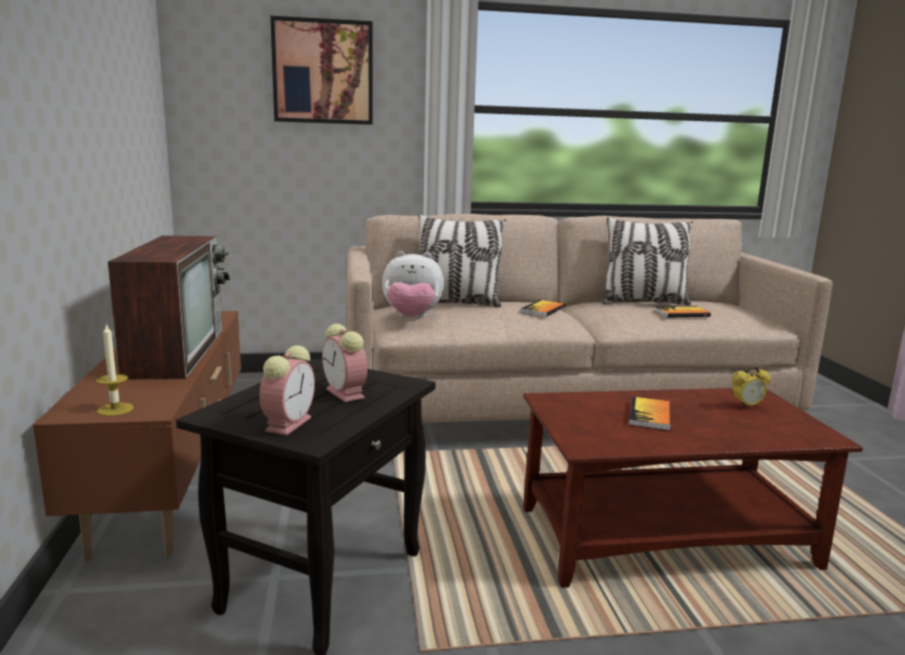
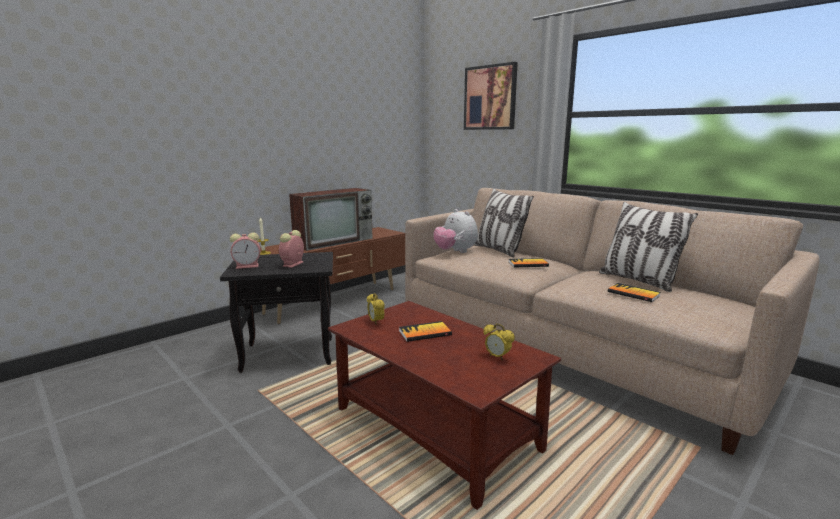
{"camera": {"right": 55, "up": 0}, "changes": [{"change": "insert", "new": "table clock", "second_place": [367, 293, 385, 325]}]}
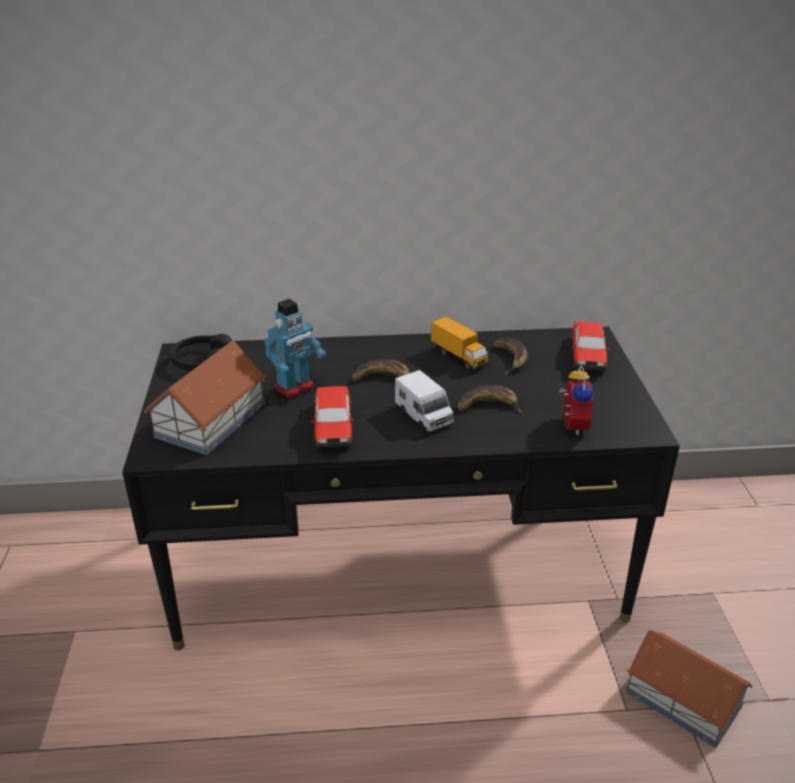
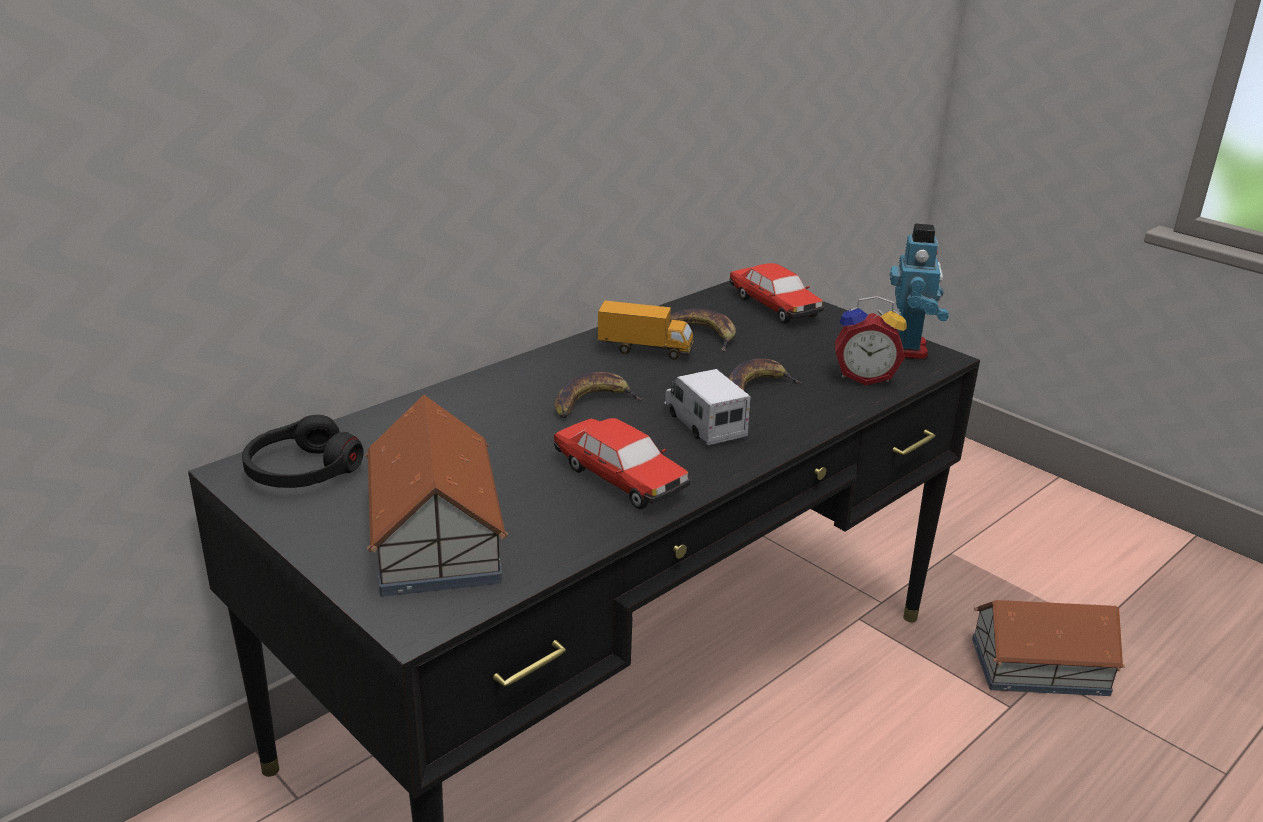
{"camera": {"right": -40, "up": -5}, "changes": [{"change": "move", "old": "toy robot", "first_place": [264, 299, 326, 398], "second_place": [890, 224, 949, 360]}, {"change": "rotate", "old": "toy lorry", "first_place": [395, 370, 454, 432], "second_place": [664, 369, 751, 445], "degrees": -135}, {"change": "rotate", "old": "table clock", "first_place": [558, 365, 594, 436], "second_place": [835, 296, 907, 386], "degrees": 135}]}
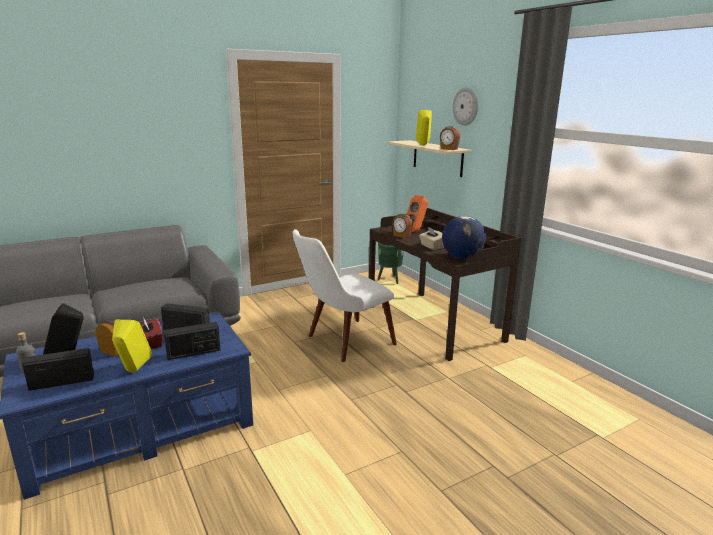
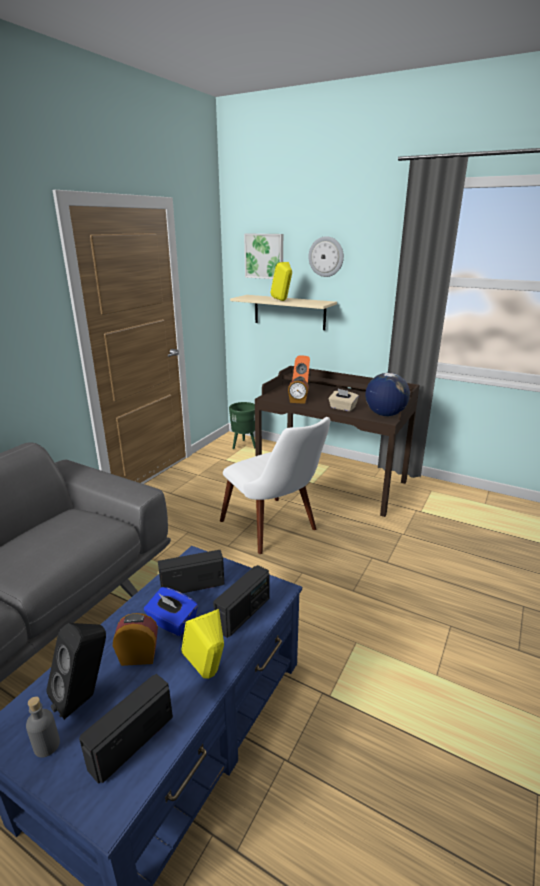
{"camera": {"right": -30, "up": 5}, "changes": [{"change": "recolor", "old": "red tissue holder", "new": "bluish tissue holder", "first_place": [141, 317, 163, 349], "second_place": [144, 587, 198, 636]}, {"change": "rotate", "old": "white upright chair", "first_place": [293, 229, 397, 362], "second_place": [220, 417, 330, 554], "degrees": -60}, {"change": "delete", "old": "table clock", "first_place": [440, 126, 460, 150]}, {"change": "insert", "new": "wall art", "second_place": [244, 234, 283, 279]}]}
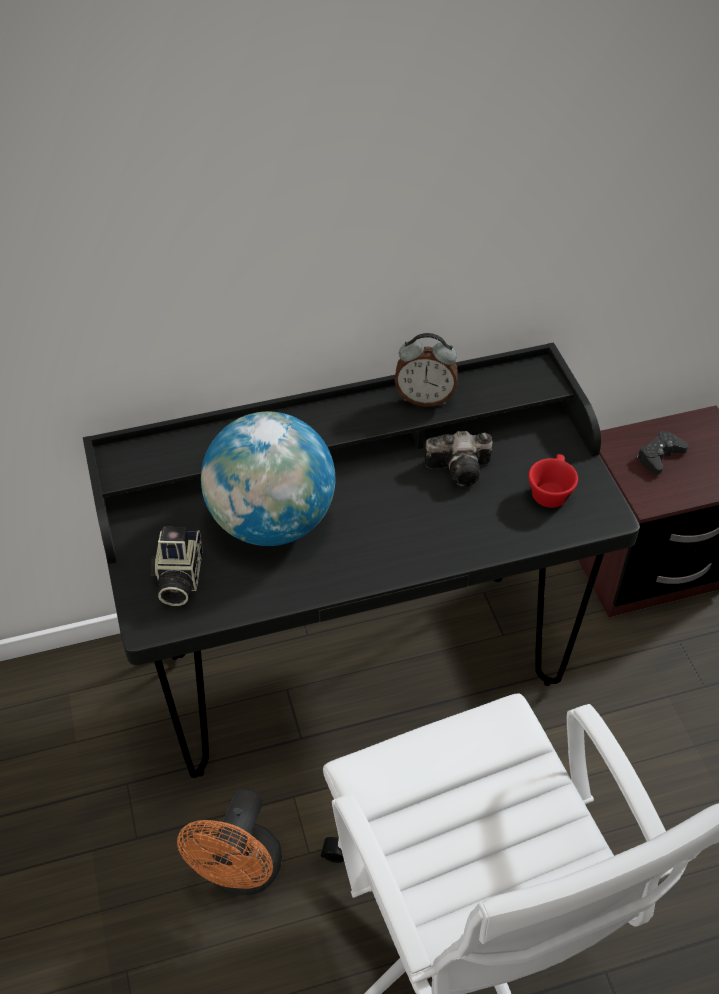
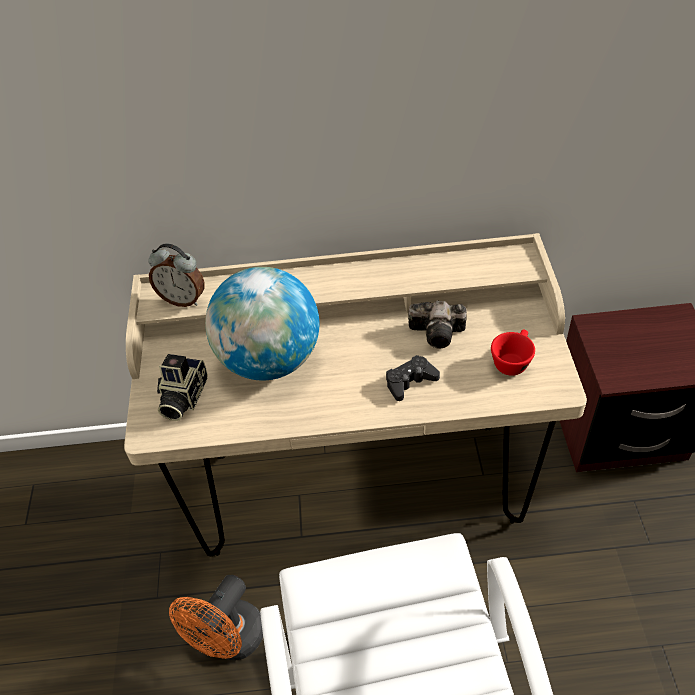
{"camera": {"right": 15, "up": 0}, "changes": [{"change": "recolor", "old": "black desk unit", "new": "sand-coloured desk unit", "first_place": [83, 342, 640, 778], "second_place": [124, 233, 587, 556]}, {"change": "move", "old": "table clock", "first_place": [394, 333, 458, 407], "second_place": [148, 243, 205, 307]}, {"change": "move", "old": "black game controller", "first_place": [637, 431, 689, 475], "second_place": [386, 355, 440, 401]}]}
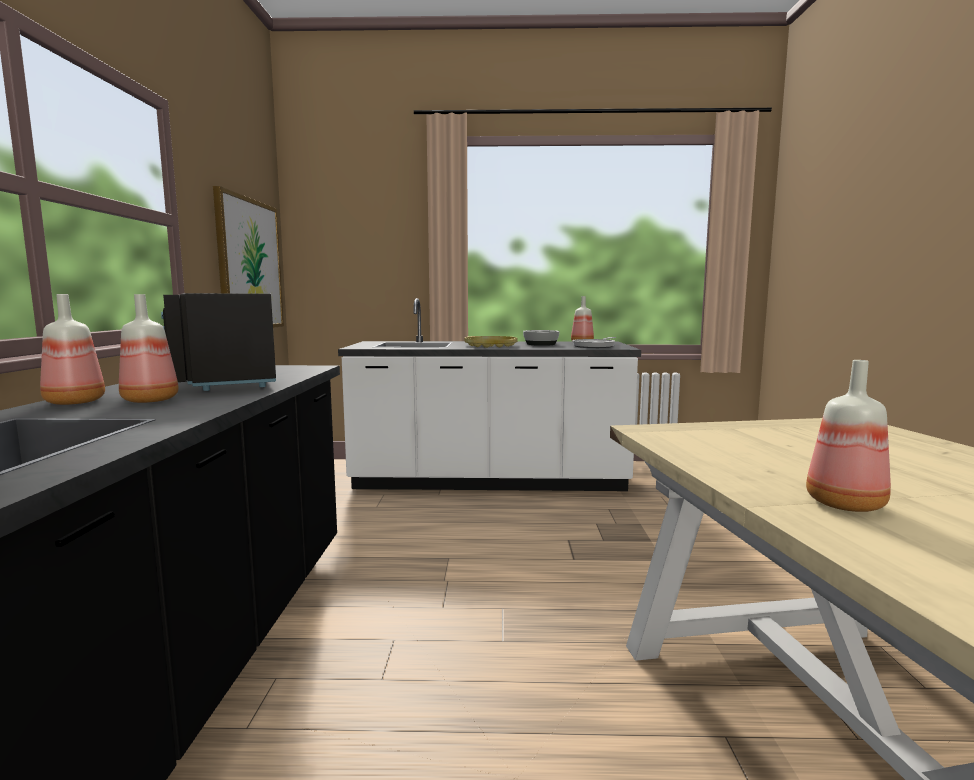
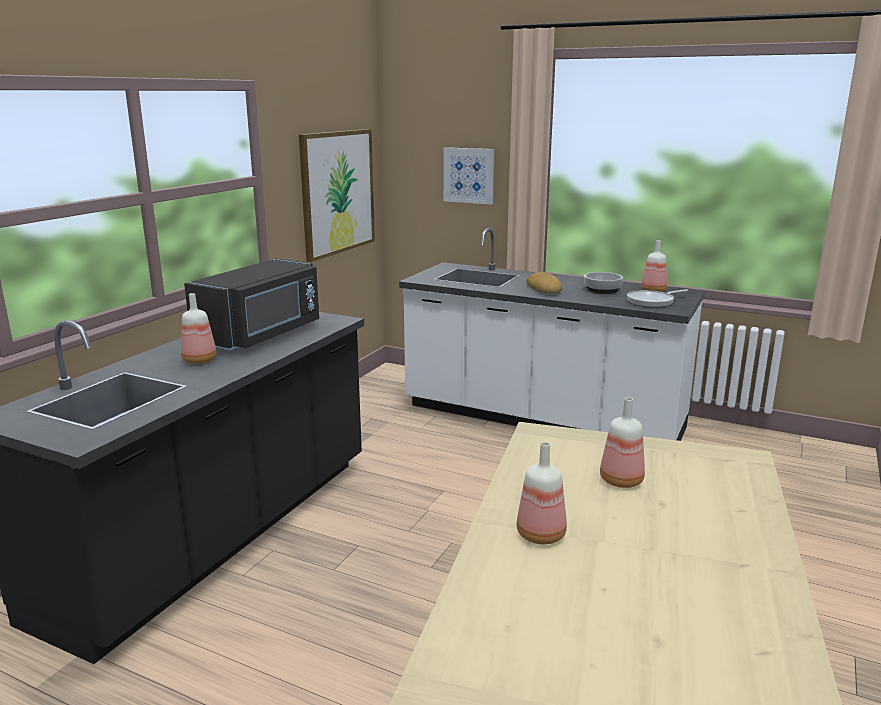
{"camera": {"right": 25, "up": 10}, "changes": [{"change": "move", "old": "drink bottle", "first_place": [40, 294, 105, 405], "second_place": [600, 397, 645, 488]}, {"change": "rotate", "old": "black microwave", "first_place": [161, 293, 276, 391], "second_place": [184, 258, 319, 351], "degrees": -150}, {"change": "replace", "old": "yellow-coloured tray", "new": "baked bread", "first_place": [465, 336, 517, 348], "second_place": [526, 272, 562, 294]}, {"change": "insert", "new": "wall art", "second_place": [443, 147, 494, 205]}]}
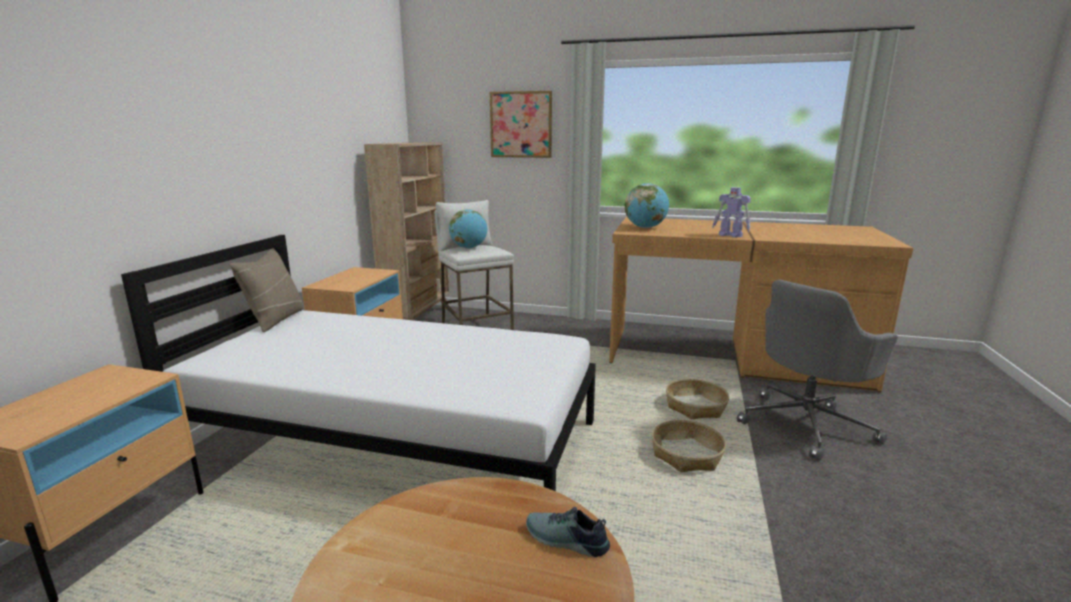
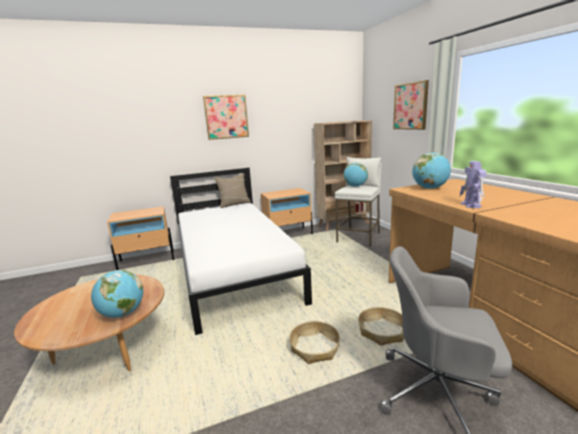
{"camera": {"right": 55, "up": 0}, "changes": [{"change": "replace", "old": "low shoe", "new": "world globe", "first_place": [526, 507, 610, 557], "second_place": [91, 270, 143, 318]}, {"change": "insert", "new": "wall art", "second_place": [203, 95, 249, 140]}]}
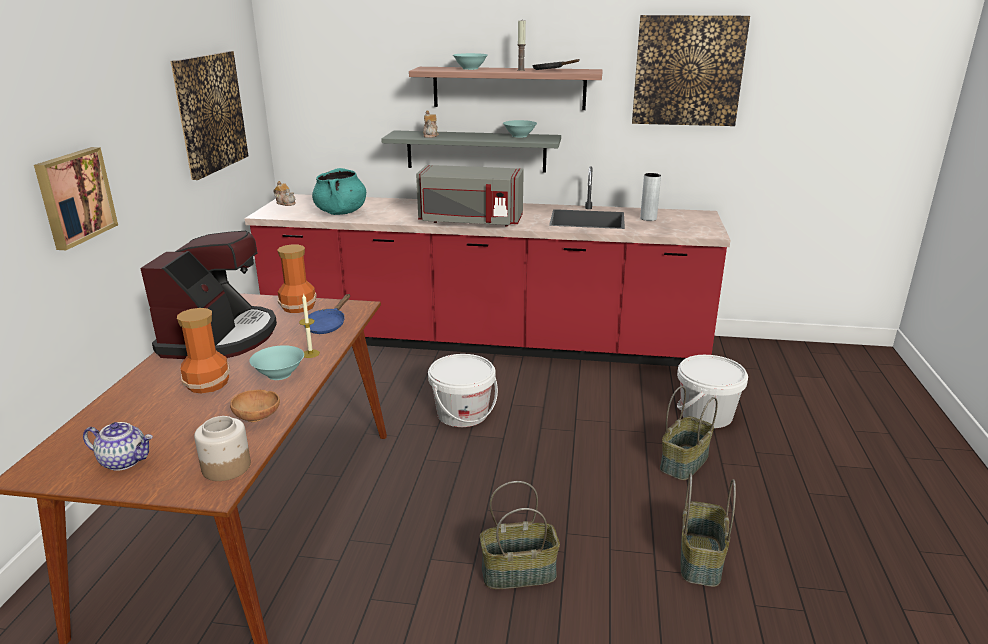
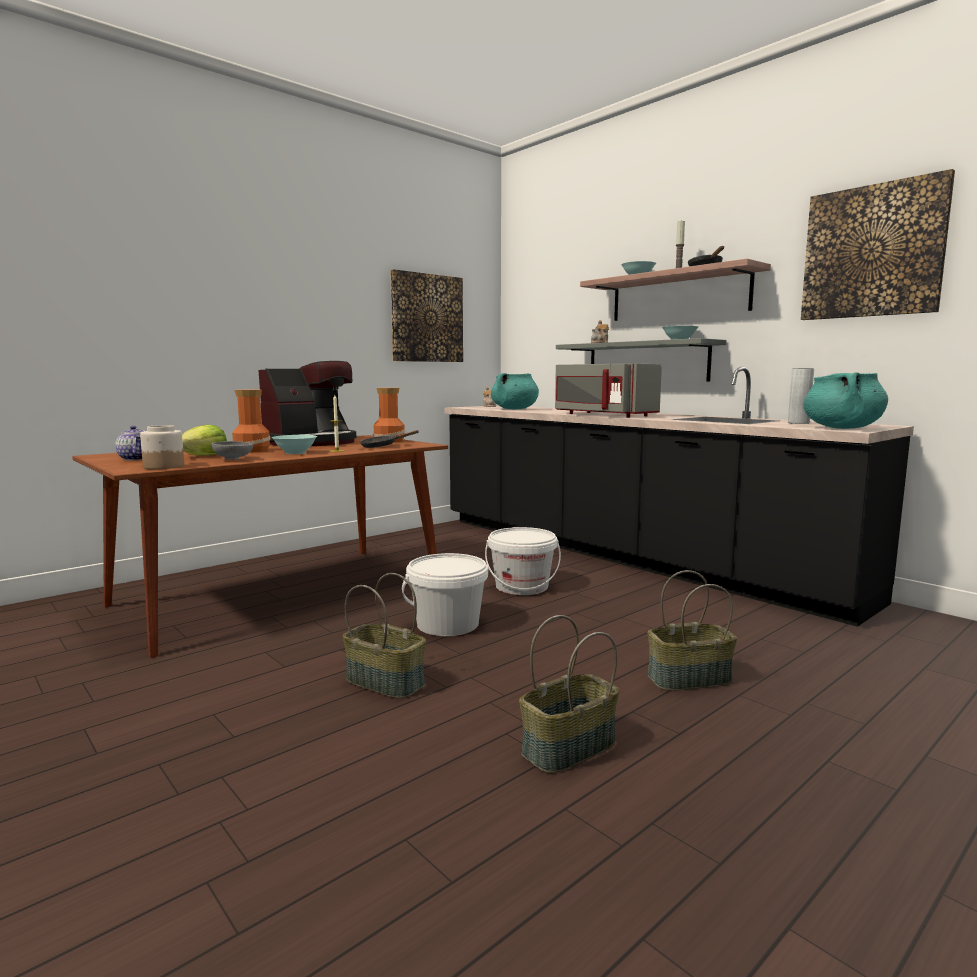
{"camera": {"right": 40, "up": -15}, "changes": [{"change": "delete", "old": "wall art", "first_place": [34, 147, 118, 250]}, {"change": "recolor", "old": "brownish bowl", "new": "grey bowl", "first_place": [230, 390, 280, 422], "second_place": [211, 441, 253, 460]}, {"change": "recolor", "old": "red kitchen counter", "new": "black kitchen counter", "first_place": [245, 166, 731, 366], "second_place": [444, 367, 914, 627]}, {"change": "recolor", "old": "bluish pan", "new": "black pan", "first_place": [303, 294, 350, 334], "second_place": [360, 430, 419, 448]}, {"change": "move", "old": "white water bucket", "first_place": [677, 355, 748, 428], "second_place": [402, 553, 488, 636]}, {"change": "insert", "new": "lettuce head", "second_place": [182, 425, 227, 456]}, {"change": "insert", "new": "blue-green stockpot", "second_place": [803, 372, 888, 429]}]}
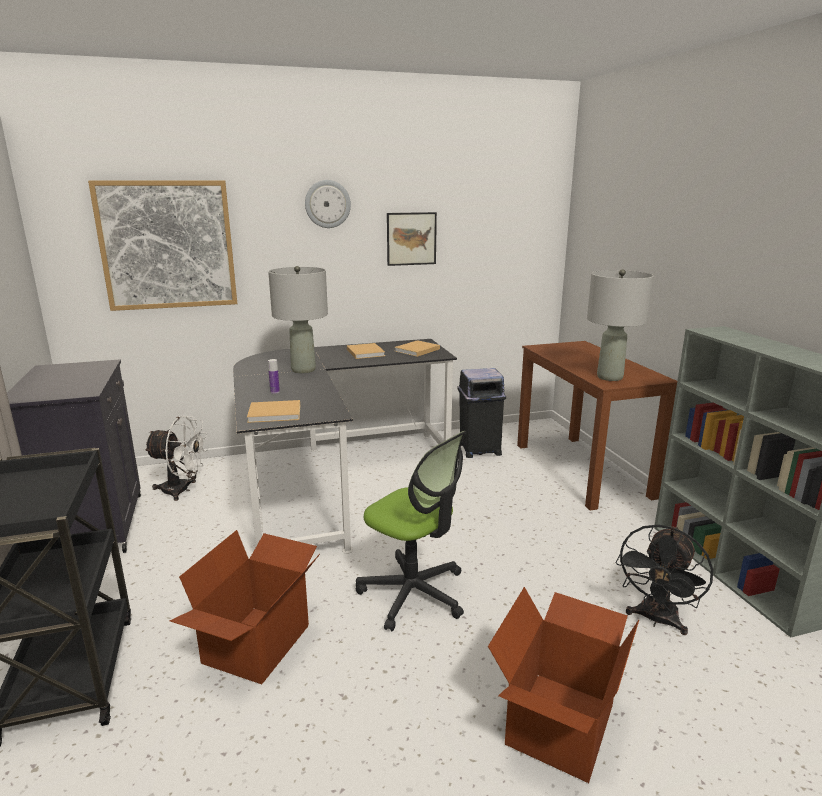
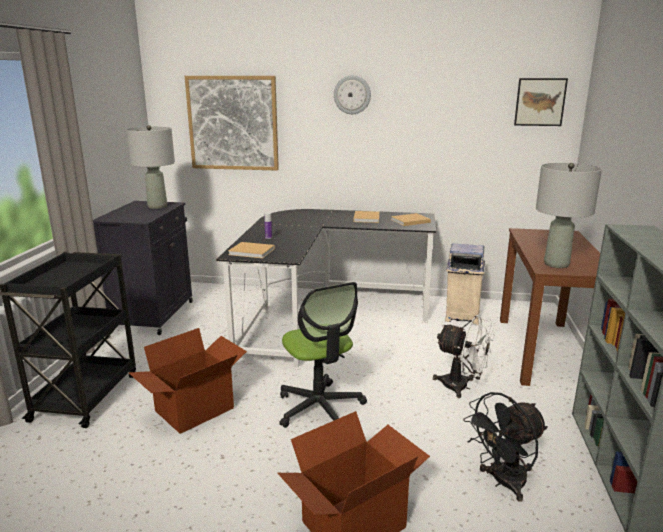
{"camera": {"right": 25, "up": 0}, "changes": [{"change": "move", "old": "white cooling fan", "first_place": [144, 416, 208, 501], "second_place": [433, 315, 495, 398]}, {"change": "move", "old": "grey tabletop lamp", "first_place": [268, 266, 328, 373], "second_place": [126, 125, 175, 209]}, {"change": "move", "old": "wall art", "first_place": [387, 212, 437, 266], "second_place": [514, 78, 568, 126]}, {"change": "recolor", "old": "black trash can", "new": "sand-coloured trash can", "first_place": [457, 368, 506, 458], "second_place": [445, 243, 485, 325]}]}
